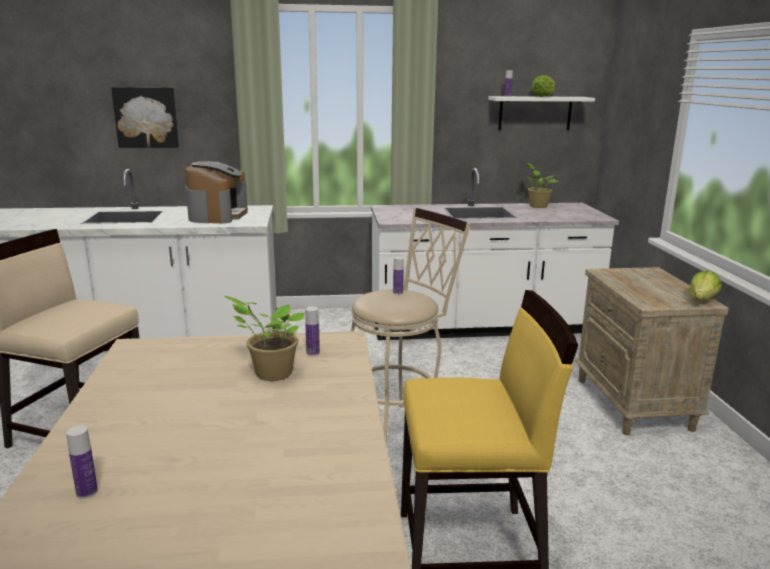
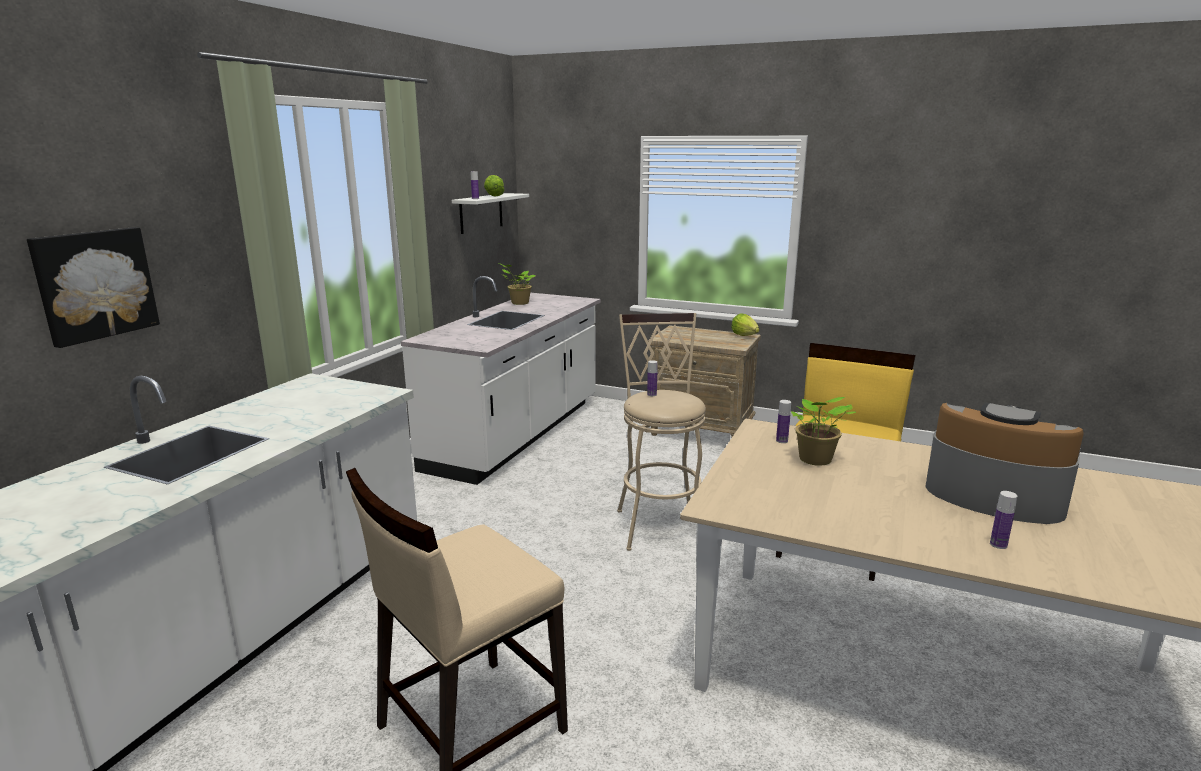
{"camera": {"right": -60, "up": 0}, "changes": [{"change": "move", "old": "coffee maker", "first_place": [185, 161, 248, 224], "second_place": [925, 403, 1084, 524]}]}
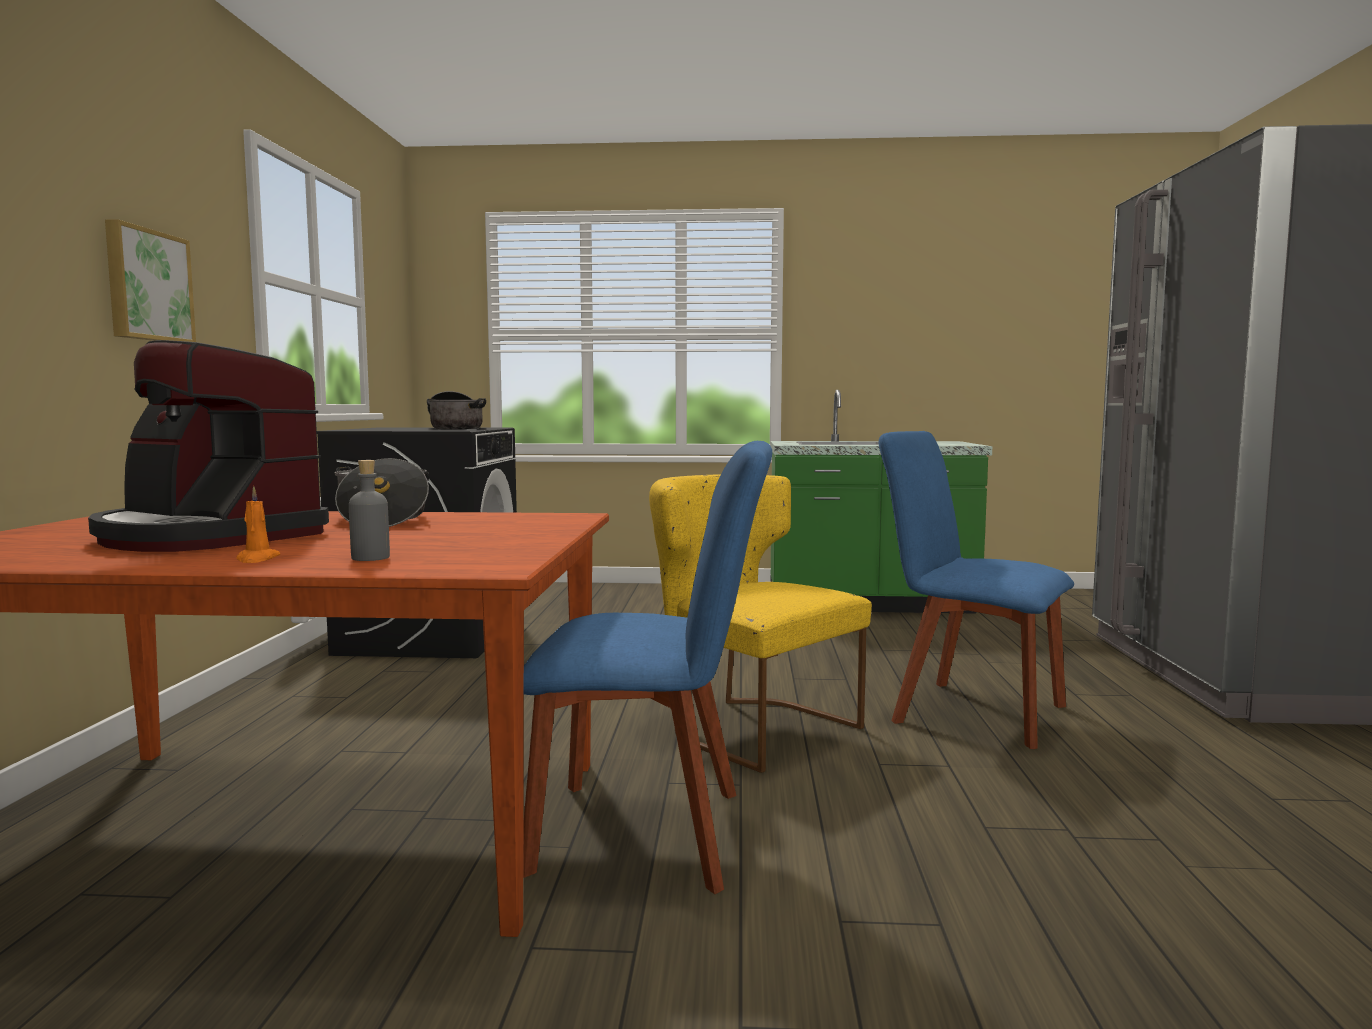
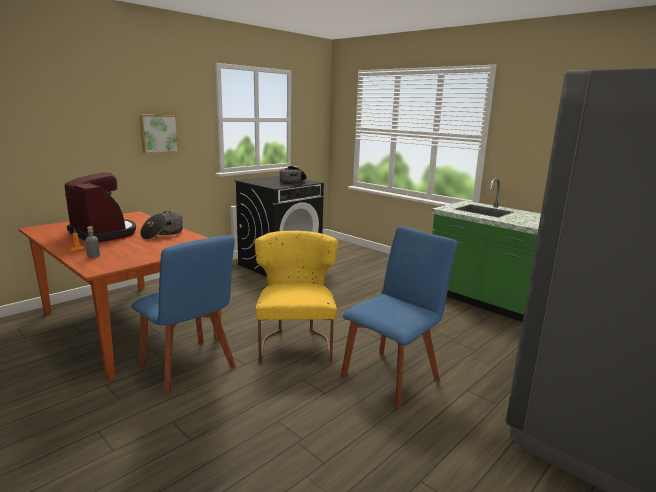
{"camera": {"right": 40, "up": 10}, "changes": [{"change": "rotate", "old": "coffee maker", "first_place": [88, 340, 329, 552], "second_place": [65, 173, 136, 243], "degrees": 150}, {"change": "rotate", "old": "bluish upright chair", "first_place": [879, 431, 1074, 749], "second_place": [341, 226, 458, 408], "degrees": 60}]}
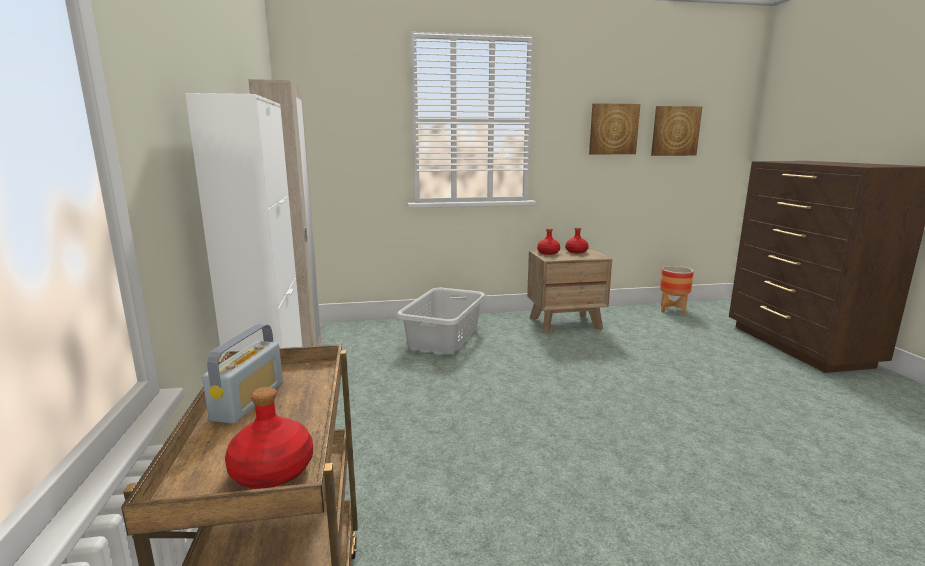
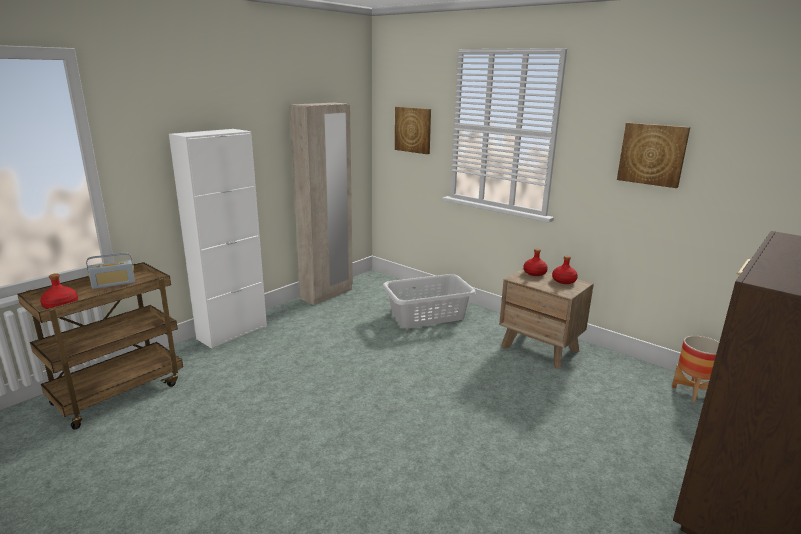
{"camera": {"right": 50, "up": 5}, "changes": [{"change": "move", "old": "wall art", "first_place": [651, 106, 702, 156], "second_place": [395, 107, 431, 154]}]}
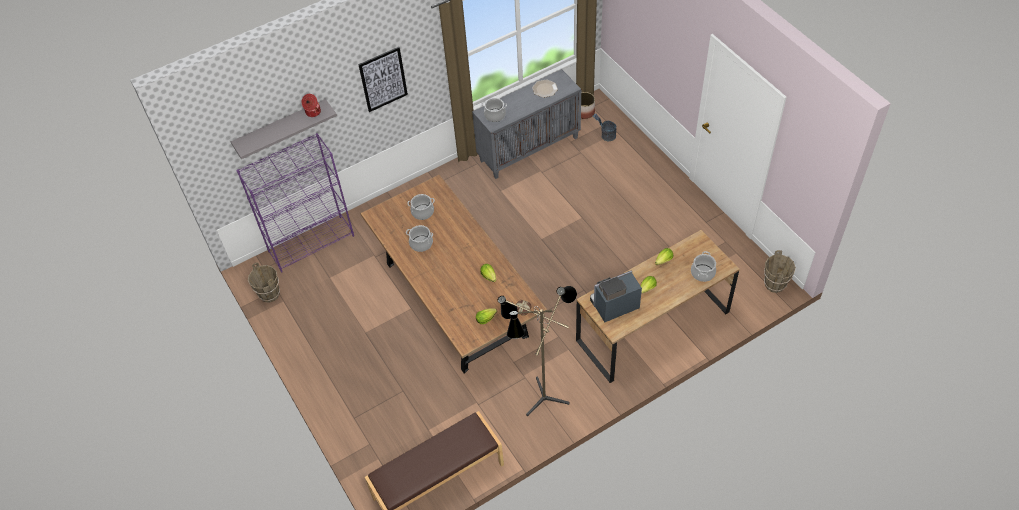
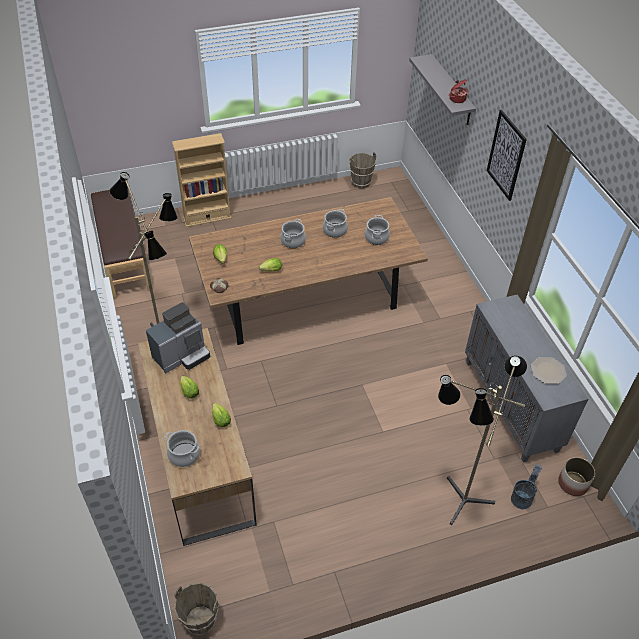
{"camera": {"right": 100, "up": -5}, "changes": [{"change": "delete", "old": "purple-coloured bookshelf", "first_place": [236, 133, 354, 272]}, {"change": "move", "old": "stockpot", "first_place": [482, 98, 507, 122], "second_place": [280, 219, 306, 248]}, {"change": "rotate", "old": "coffee maker", "first_place": [590, 271, 642, 322], "second_place": [146, 302, 210, 373], "degrees": 60}, {"change": "insert", "new": "sand-coloured bookshelf", "second_place": [172, 133, 232, 227]}, {"change": "insert", "new": "floor lamp", "second_place": [438, 356, 527, 525]}]}
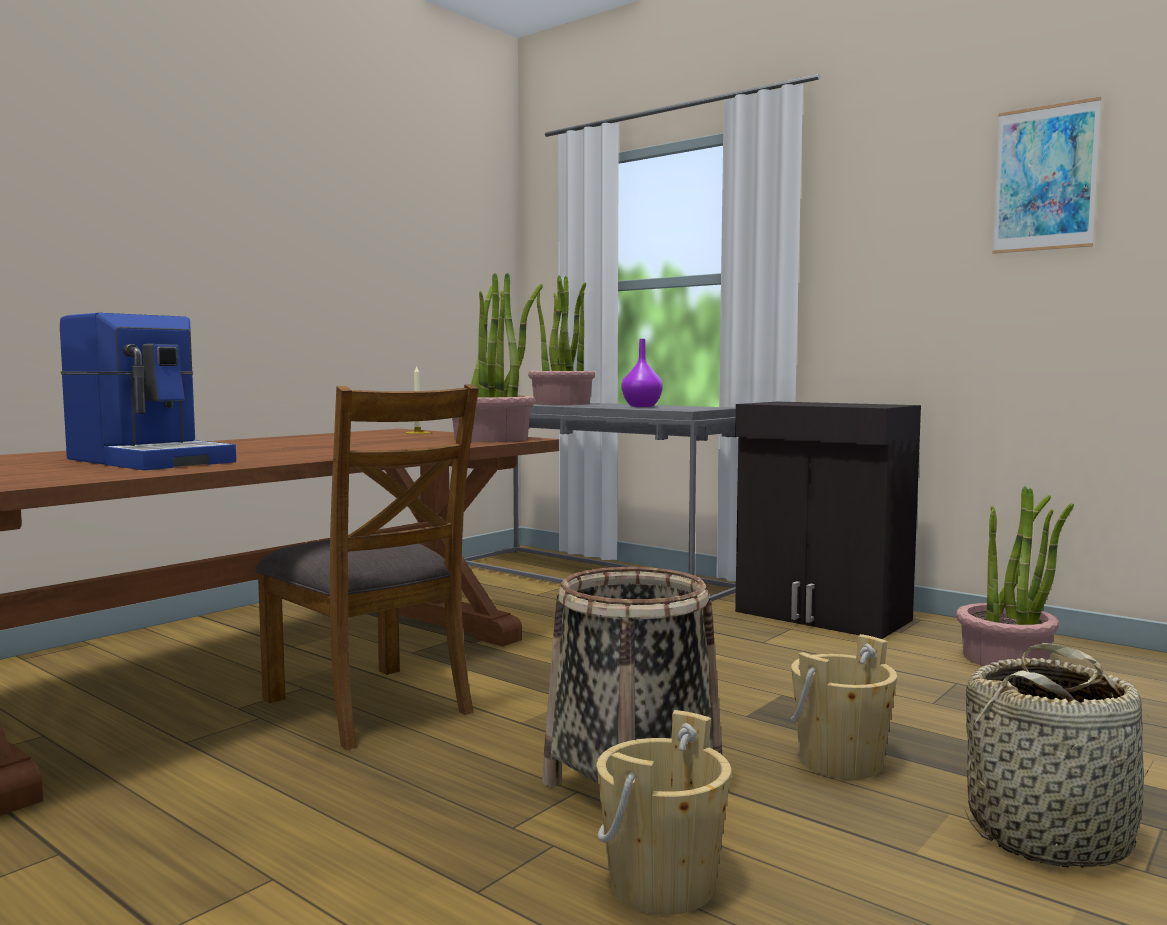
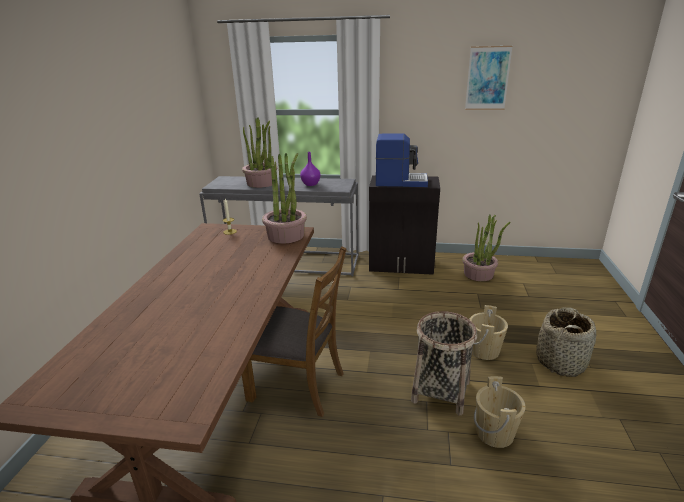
{"camera": {"right": -30, "up": 20}, "changes": [{"change": "move", "old": "coffee maker", "first_place": [60, 313, 236, 470], "second_place": [376, 133, 428, 187]}]}
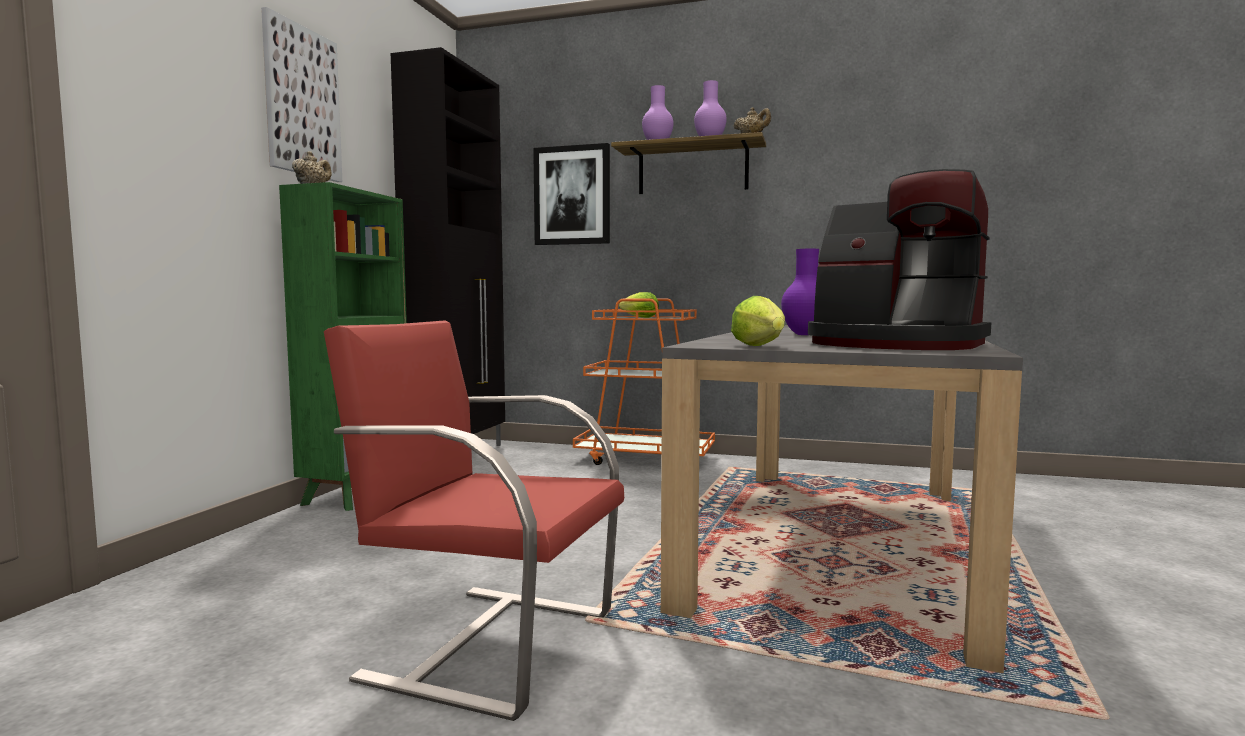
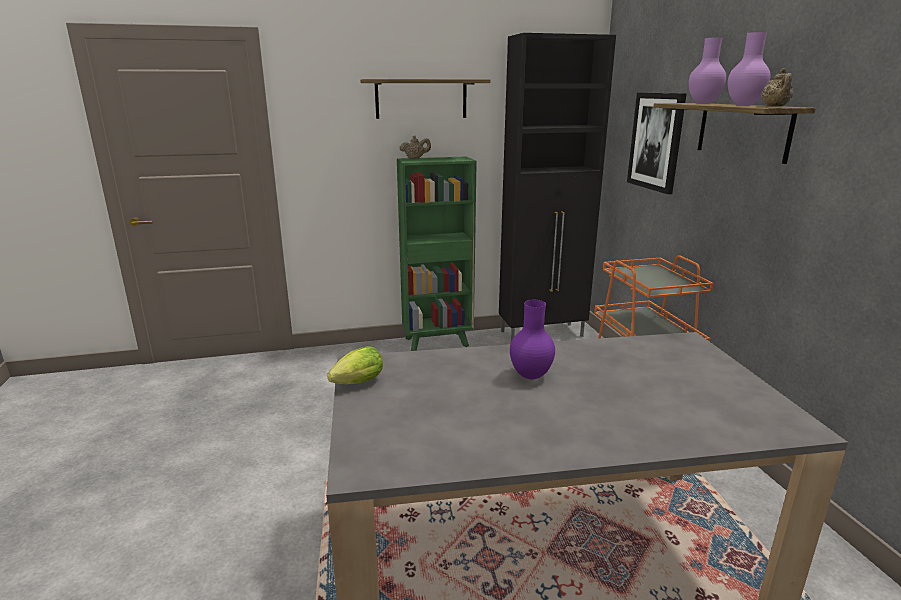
{"camera": {"right": 60, "up": 15}, "changes": [{"change": "replace", "old": "wall art", "new": "bracket shelf", "first_place": [261, 7, 342, 182], "second_place": [360, 79, 490, 119]}, {"change": "delete", "old": "red upright chair", "first_place": [324, 320, 624, 721]}, {"change": "delete", "old": "lettuce head", "first_place": [619, 292, 659, 318]}, {"change": "delete", "old": "coffee maker", "first_place": [808, 169, 991, 350]}]}
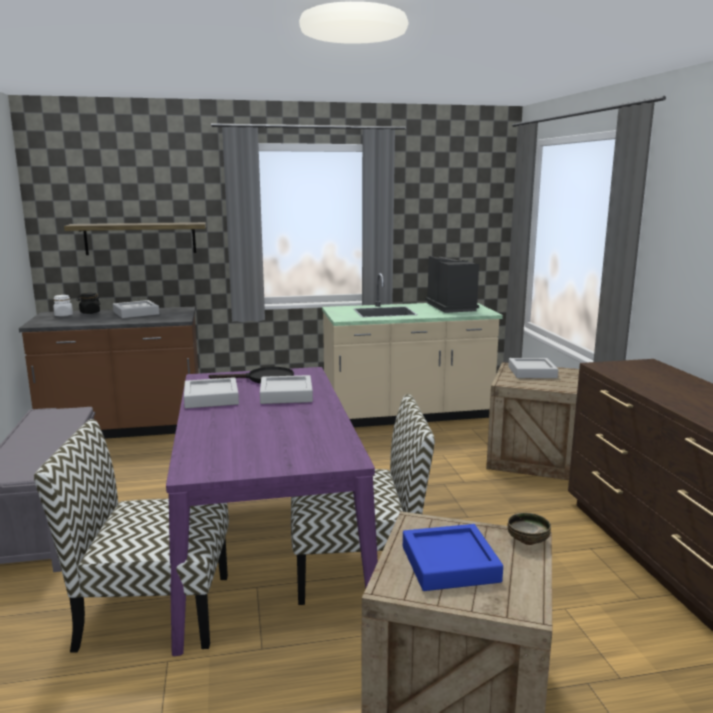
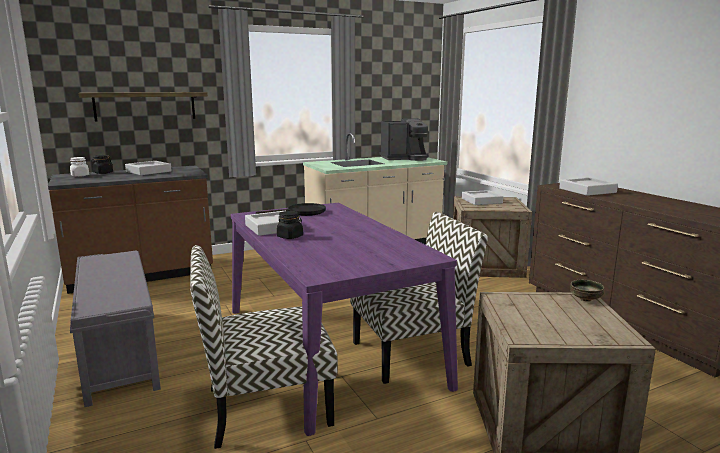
{"camera": {"right": -15, "up": 0}, "changes": [{"change": "move", "old": "grey tray", "first_place": [260, 375, 313, 404], "second_place": [559, 177, 618, 196]}, {"change": "delete", "old": "bluish tray", "first_place": [403, 524, 503, 591]}, {"change": "rotate", "old": "coffee maker", "first_place": [425, 256, 479, 313], "second_place": [379, 118, 429, 161], "degrees": 105}, {"change": "insert", "new": "black storage jar", "second_place": [277, 211, 303, 239]}]}
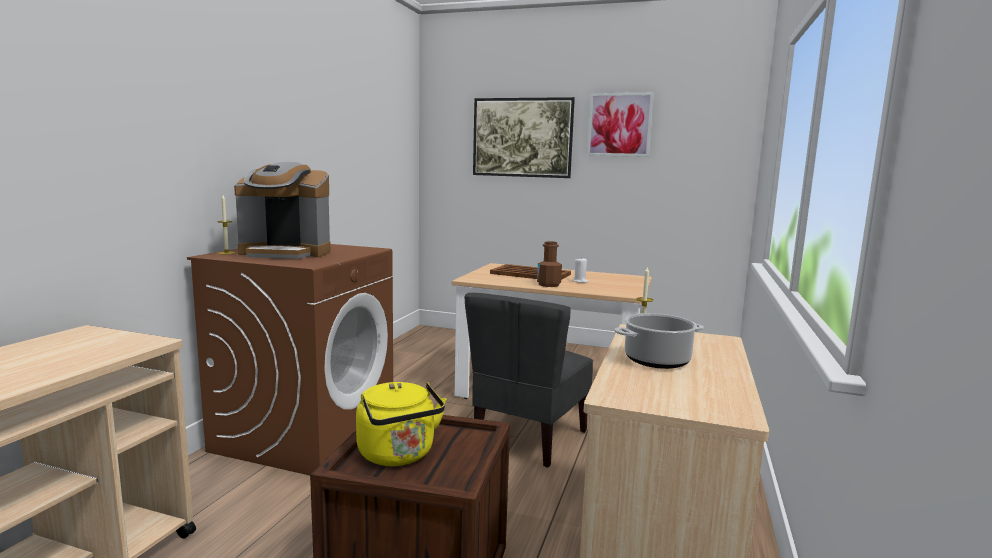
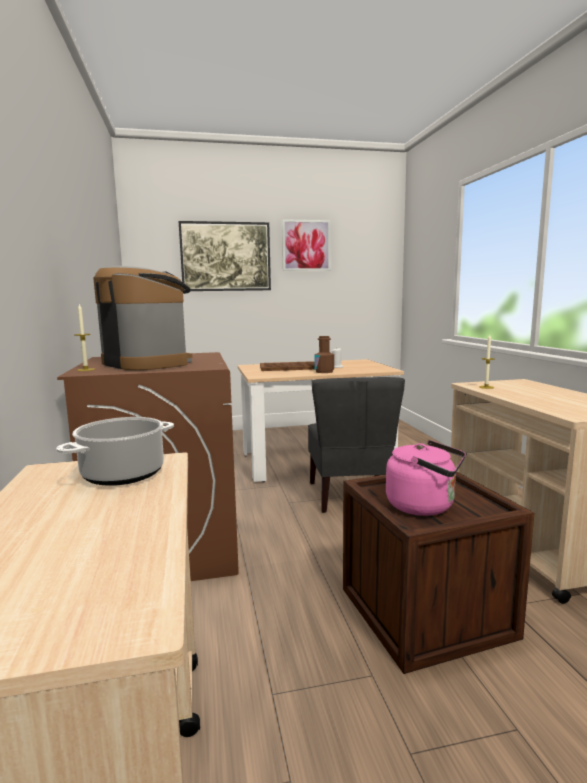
{"camera": {"right": -30, "up": 0}, "changes": [{"change": "rotate", "old": "coffee maker", "first_place": [234, 162, 331, 259], "second_place": [93, 266, 192, 370], "degrees": -105}, {"change": "recolor", "old": "yellow-coloured tea kettle", "new": "pinkish tea kettle", "first_place": [356, 382, 446, 466], "second_place": [386, 440, 466, 516]}, {"change": "move", "old": "stockpot", "first_place": [614, 313, 704, 369], "second_place": [56, 417, 174, 486]}]}
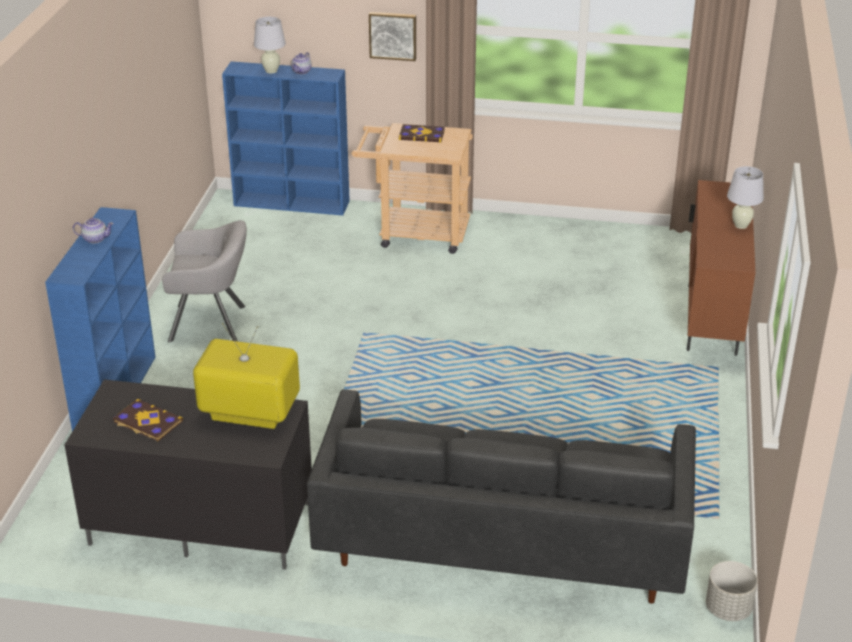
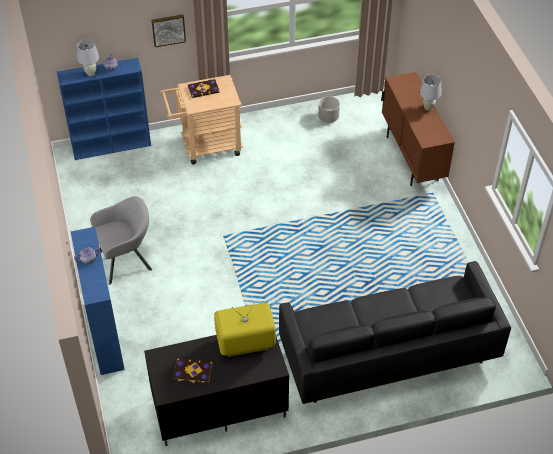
{"camera": {"right": -25, "up": 15}, "changes": [{"change": "move", "old": "grey flower pot", "first_place": [706, 561, 758, 621], "second_place": [318, 96, 340, 123]}]}
